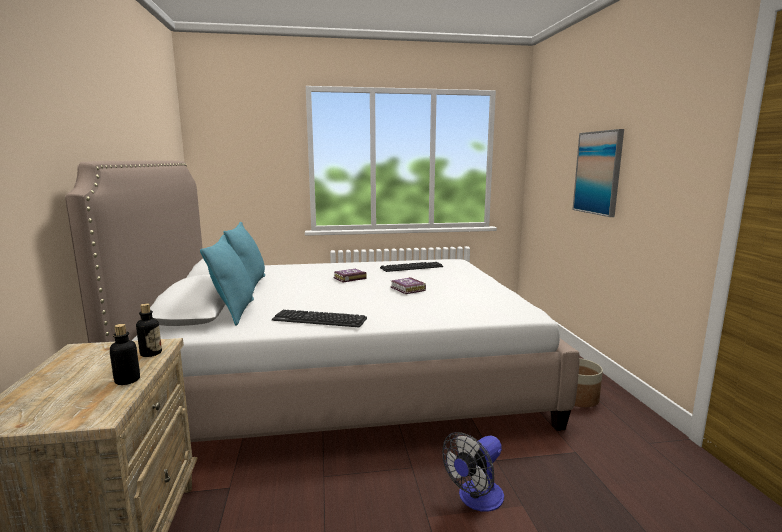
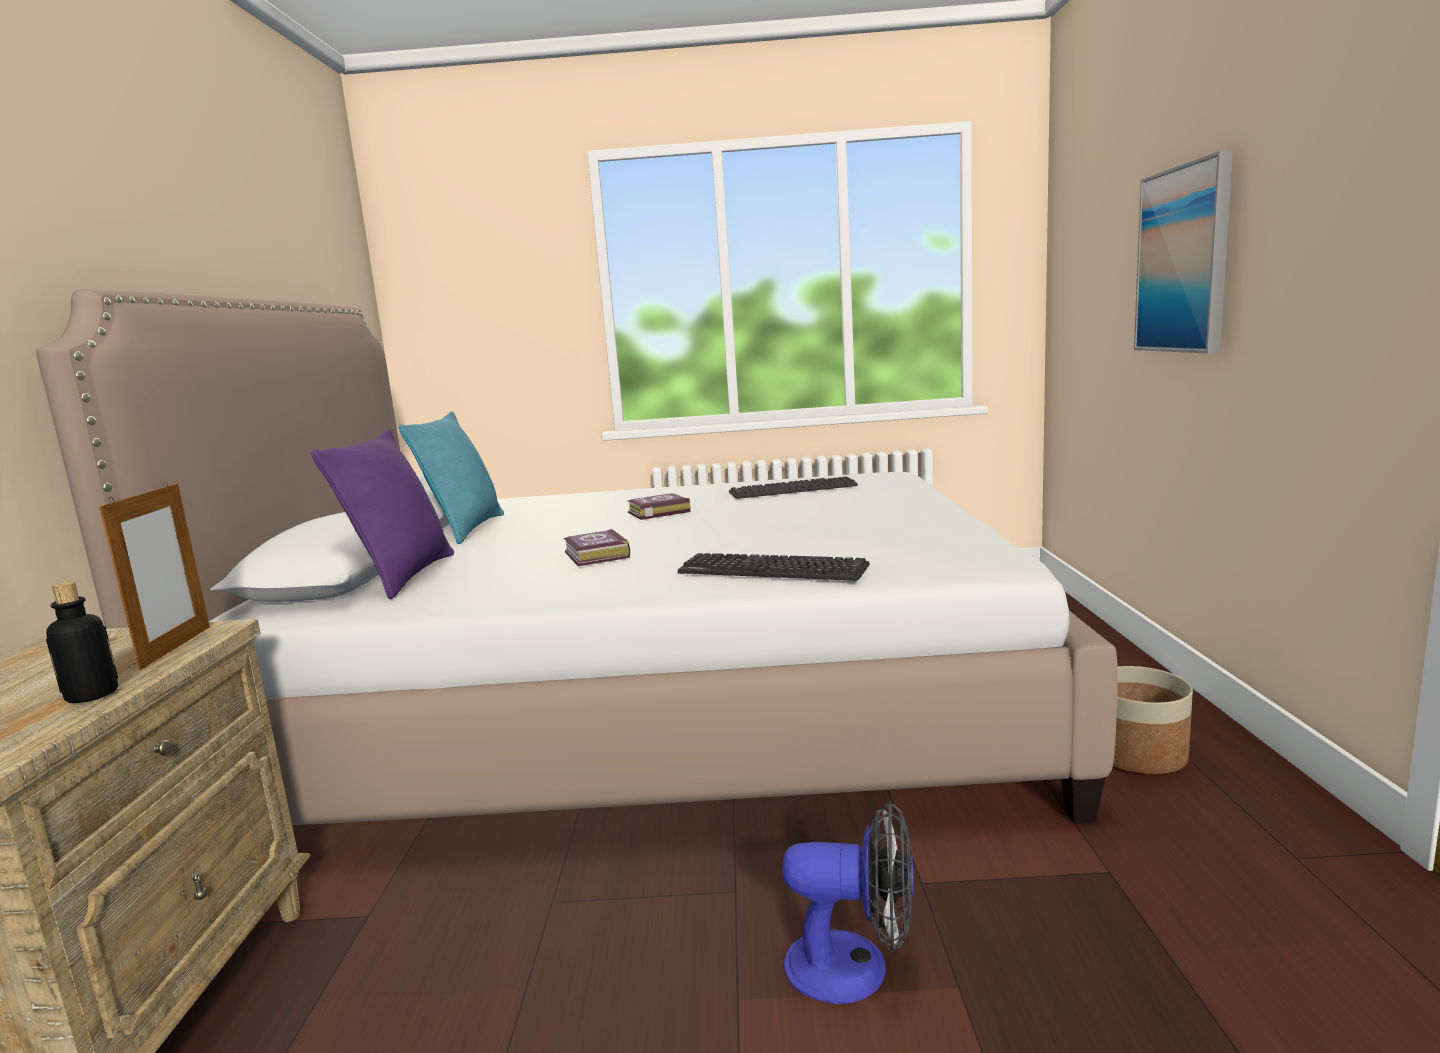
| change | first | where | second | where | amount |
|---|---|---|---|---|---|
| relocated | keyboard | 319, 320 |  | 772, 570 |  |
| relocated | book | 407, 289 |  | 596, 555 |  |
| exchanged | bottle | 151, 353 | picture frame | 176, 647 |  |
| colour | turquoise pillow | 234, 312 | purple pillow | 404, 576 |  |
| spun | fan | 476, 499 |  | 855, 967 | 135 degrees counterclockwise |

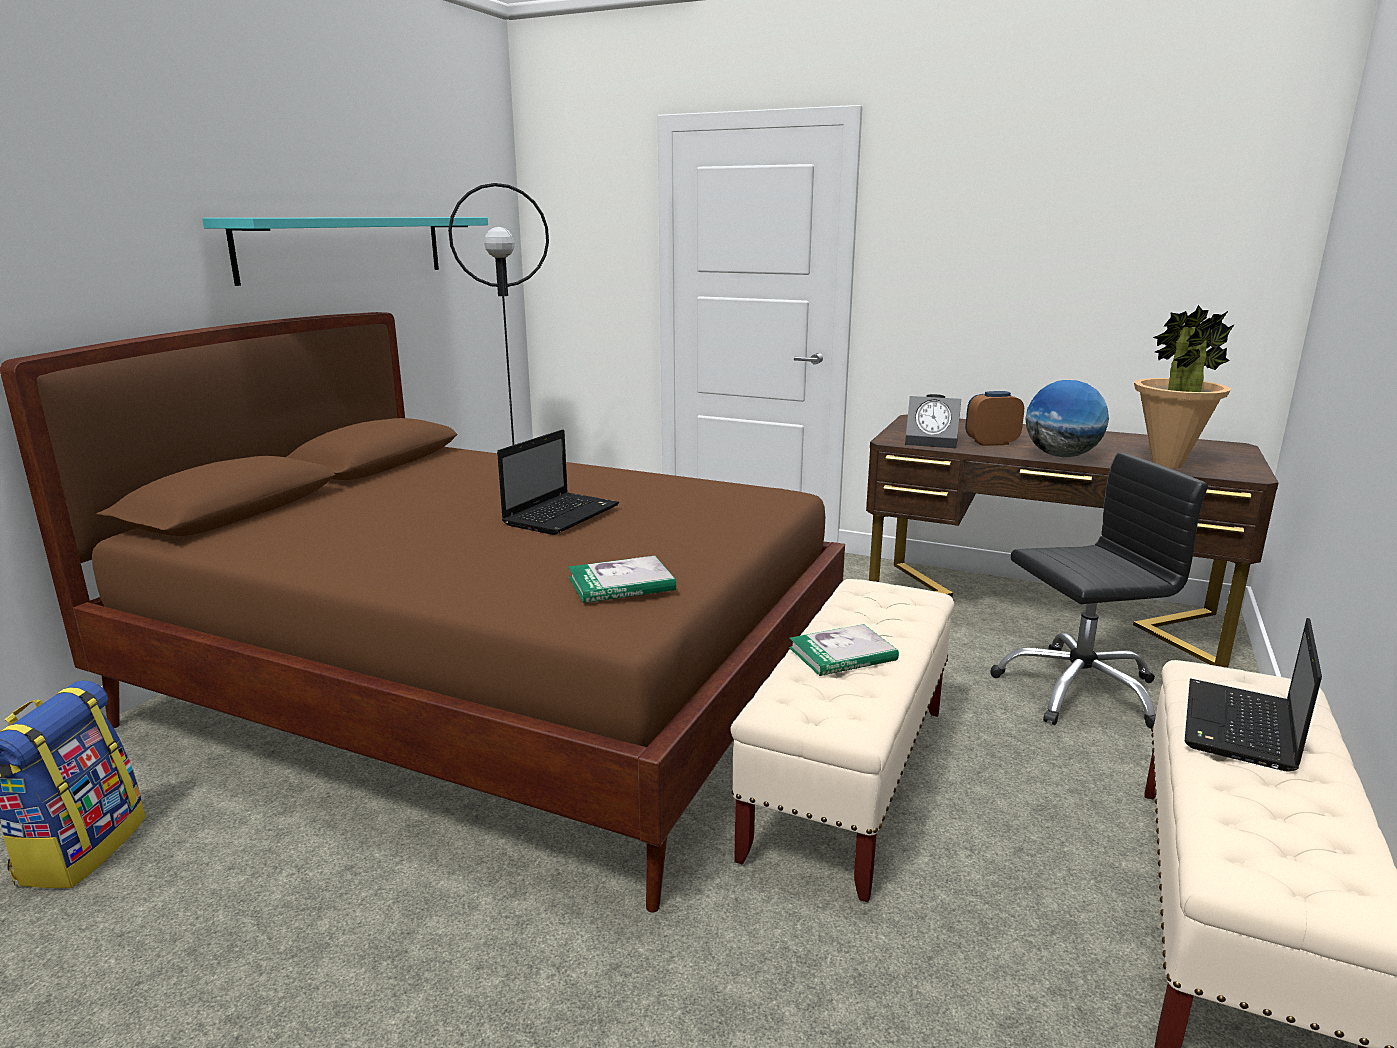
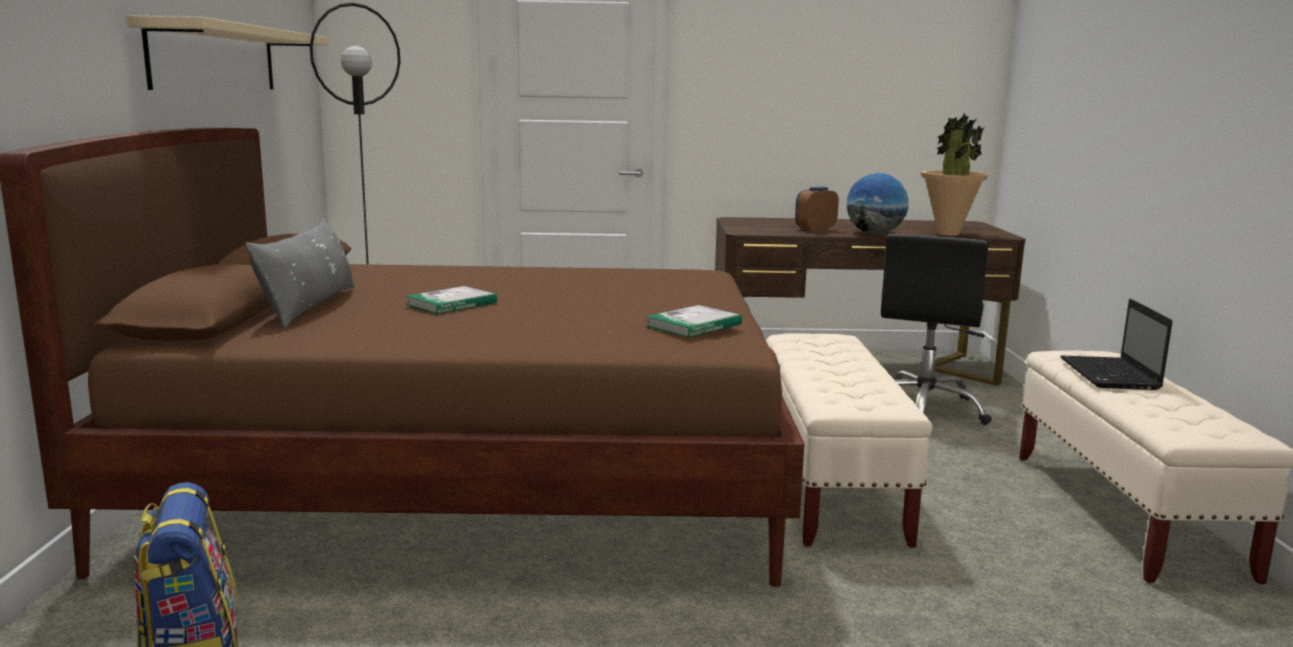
| change | first | where | second | where | amount |
|---|---|---|---|---|---|
| missing | laptop | 562, 514 |  |  |  |
| missing | alarm clock | 933, 442 |  |  |  |
| appeared |  |  | grey pillow | 310, 306 |  |
| relocated | book | 842, 654 |  | 451, 304 |  |
| colour | turquoise shelf | 345, 247 | beige shelf | 216, 58 |  |
| spun | black office chair | 1078, 690 |  | 924, 409 | 150 degrees clockwise |

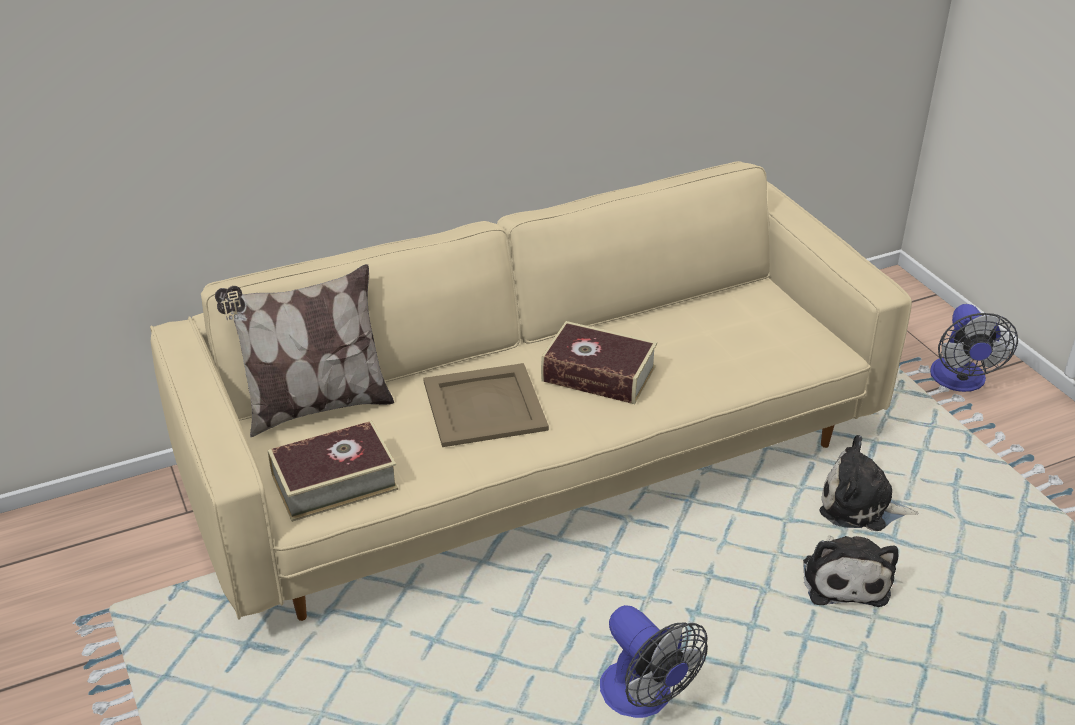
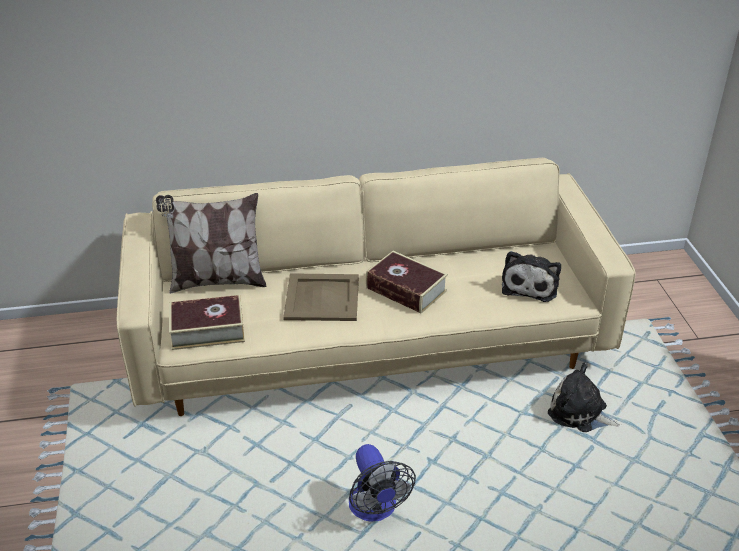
| change | first | where | second | where | amount |
|---|---|---|---|---|---|
| missing | fan | 960, 381 |  |  |  |
| relocated | plush toy | 844, 578 |  | 530, 285 |  |

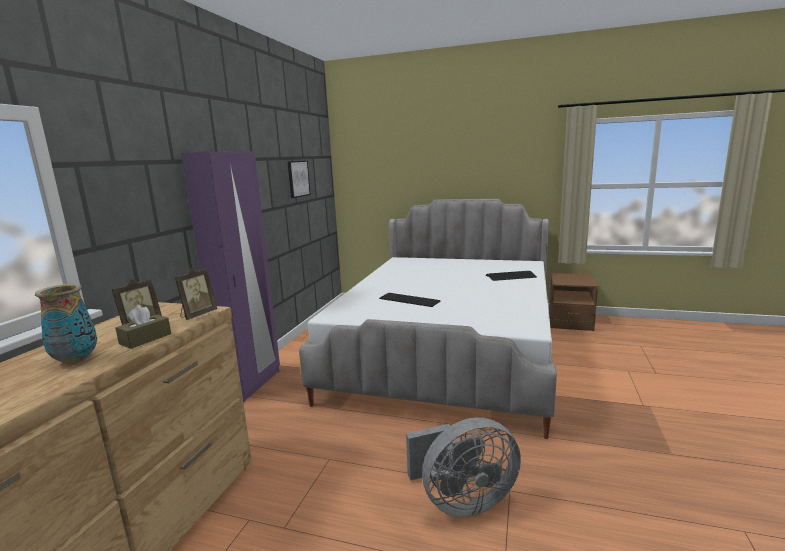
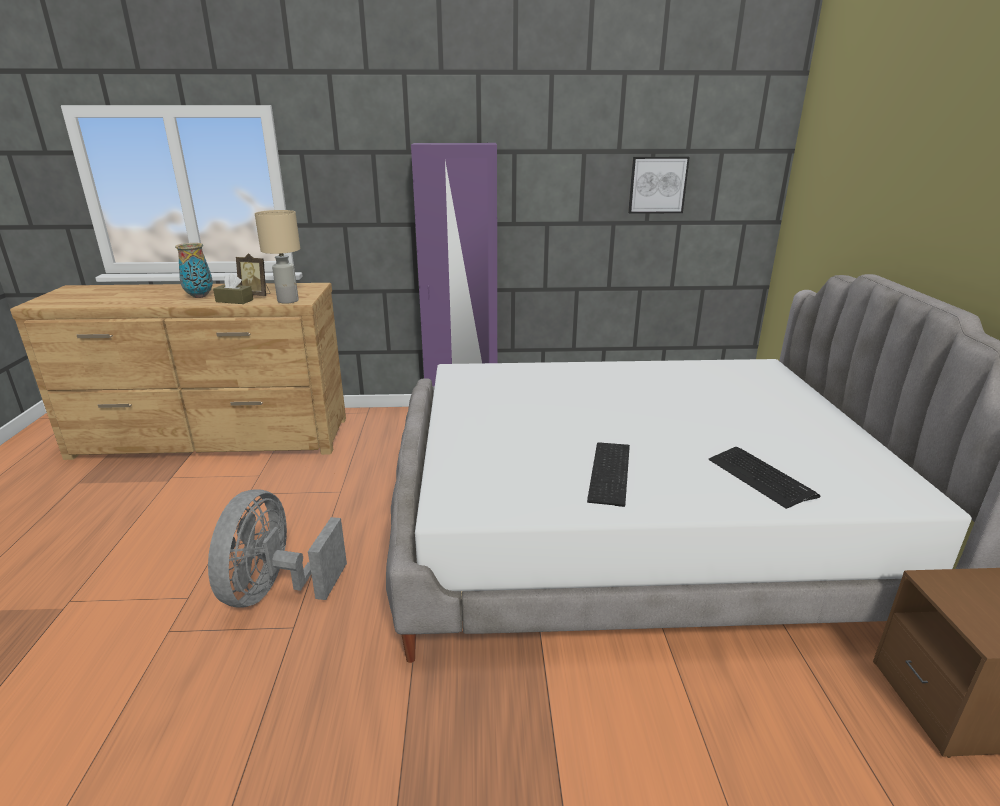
| change | first | where | second | where | amount |
|---|---|---|---|---|---|
| relocated | keyboard | 410, 299 |  | 612, 473 |  |
| exchanged | picture frame | 197, 315 | beige table lamp | 288, 301 |  |
| spun | grey fan | 462, 501 |  | 276, 590 | 45 degrees clockwise |

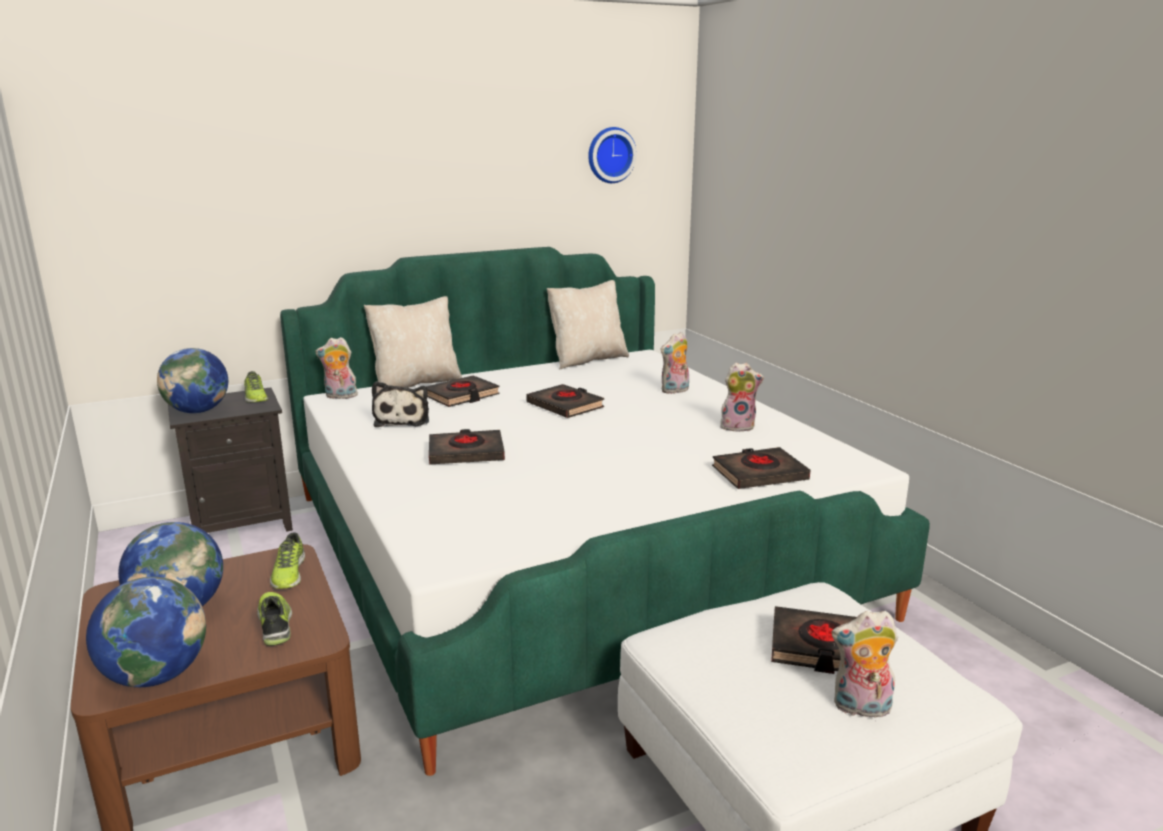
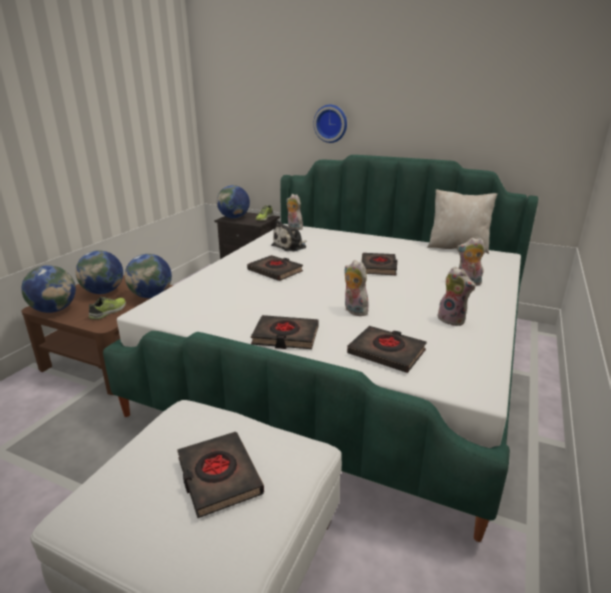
| change | first | where | second | where | amount |
|---|---|---|---|---|---|
| missing | beige pillow | 416, 383 |  |  |  |
| relocated | black book | 461, 396 |  | 285, 336 |  |
| relocated | wall clock | 610, 155 |  | 331, 123 |  |
| relocated | plush toy | 860, 708 |  | 353, 311 |  |
| exchanged | shoe | 288, 573 | globe | 151, 296 |  |

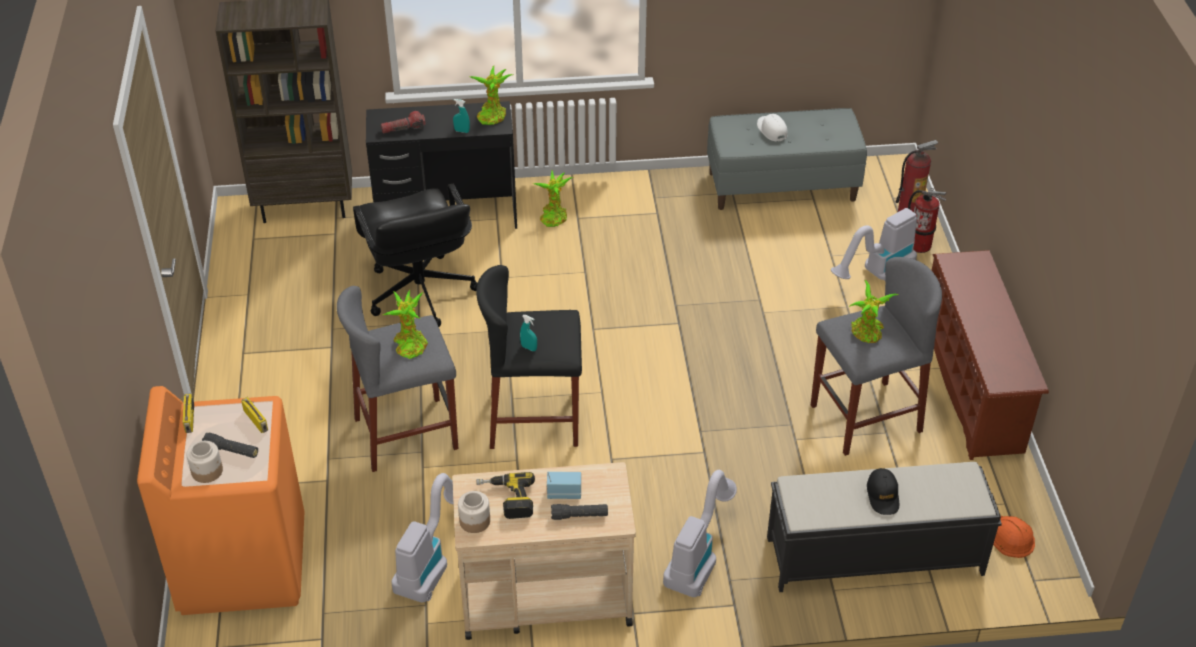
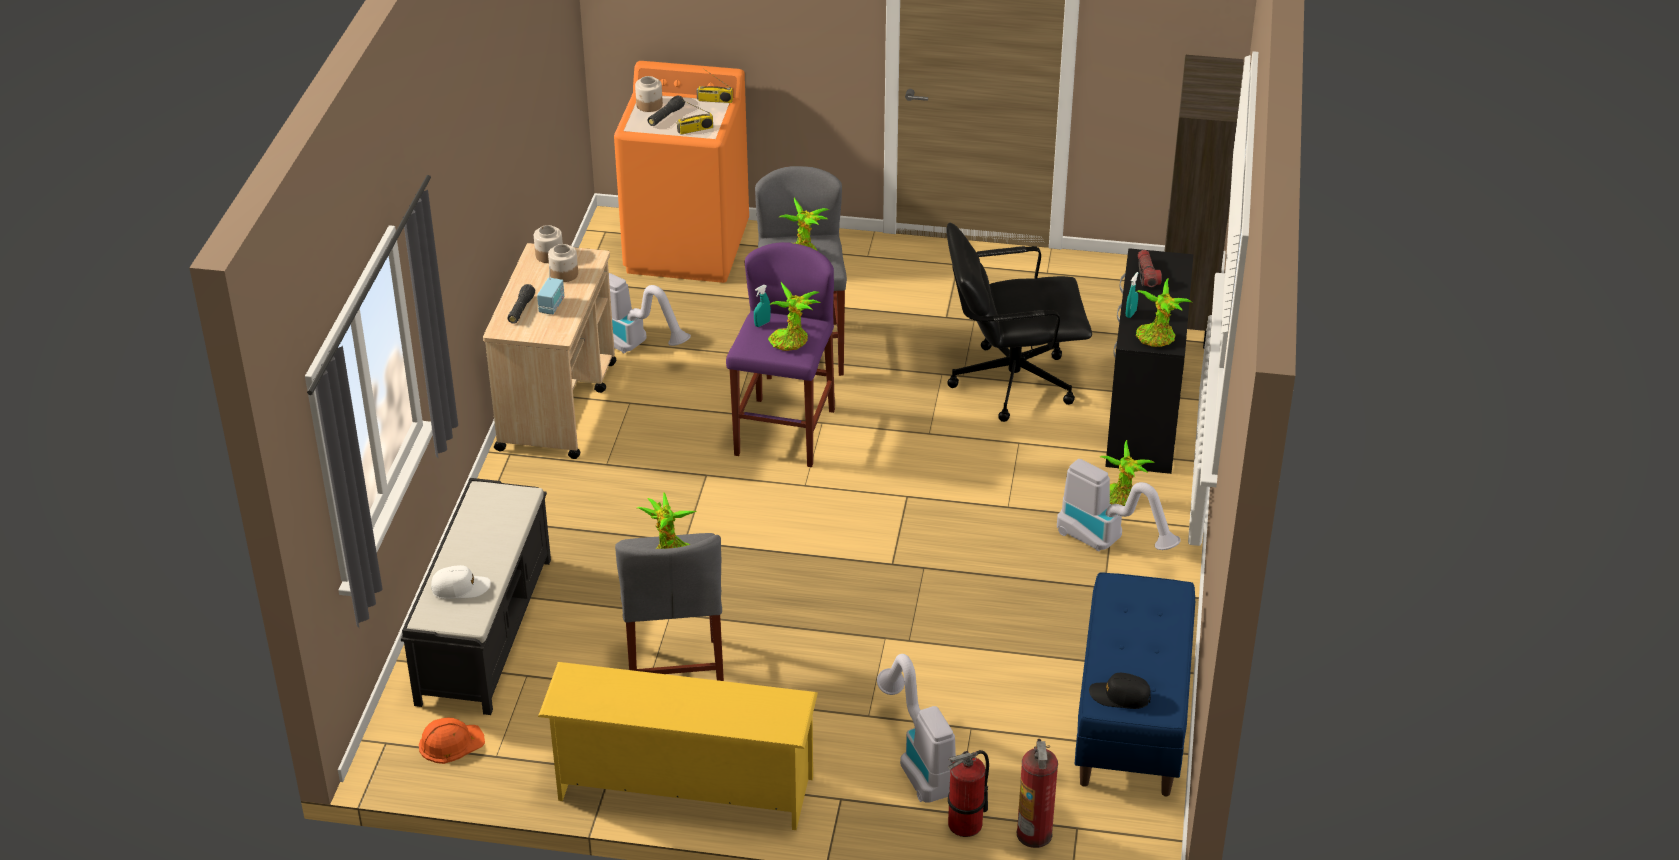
| change | first | where | second | where | amount |
|---|---|---|---|---|---|
| appeared |  |  | potted plant | 791, 341 |  |
| relocated | vacuum cleaner | 698, 557 |  | 1108, 543 |  |
| relocated | white cap | 771, 130 |  | 460, 588 |  |
| relocated | black cap | 883, 496 |  | 1120, 696 |  |
| exchanged | power drill | 506, 499 | jar | 563, 274 |  |
| colour | black stool | 534, 420 | purple stool | 784, 432 |  |
| colour | grey bench | 782, 186 | blue bench | 1132, 718 |  |
| colour | brown shoe rack | 973, 387 | yellow shoe rack | 682, 790 |  |

